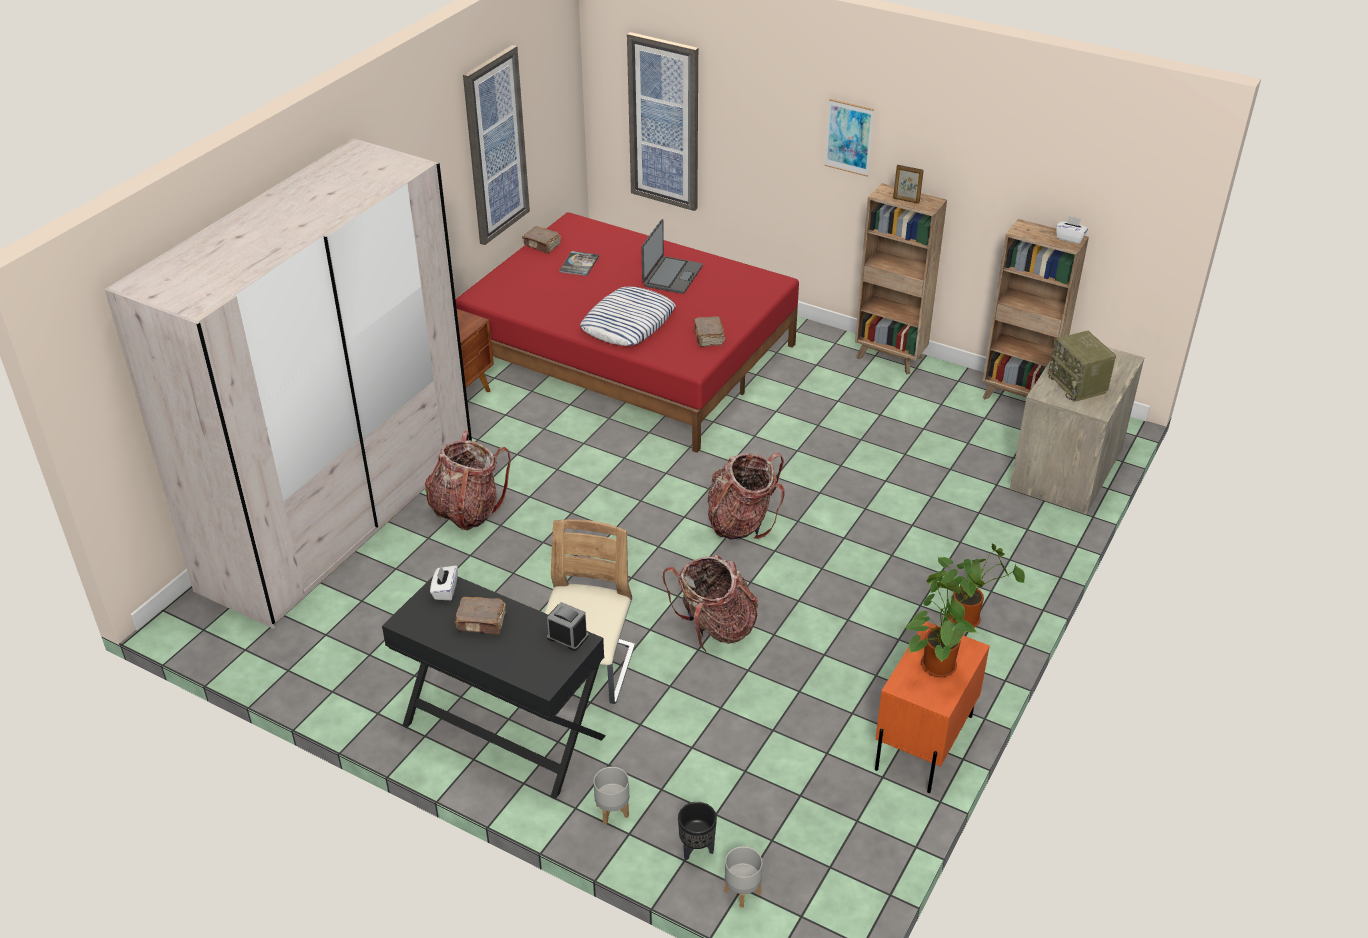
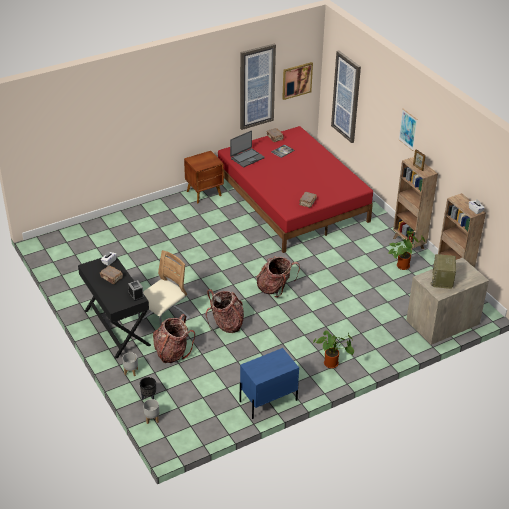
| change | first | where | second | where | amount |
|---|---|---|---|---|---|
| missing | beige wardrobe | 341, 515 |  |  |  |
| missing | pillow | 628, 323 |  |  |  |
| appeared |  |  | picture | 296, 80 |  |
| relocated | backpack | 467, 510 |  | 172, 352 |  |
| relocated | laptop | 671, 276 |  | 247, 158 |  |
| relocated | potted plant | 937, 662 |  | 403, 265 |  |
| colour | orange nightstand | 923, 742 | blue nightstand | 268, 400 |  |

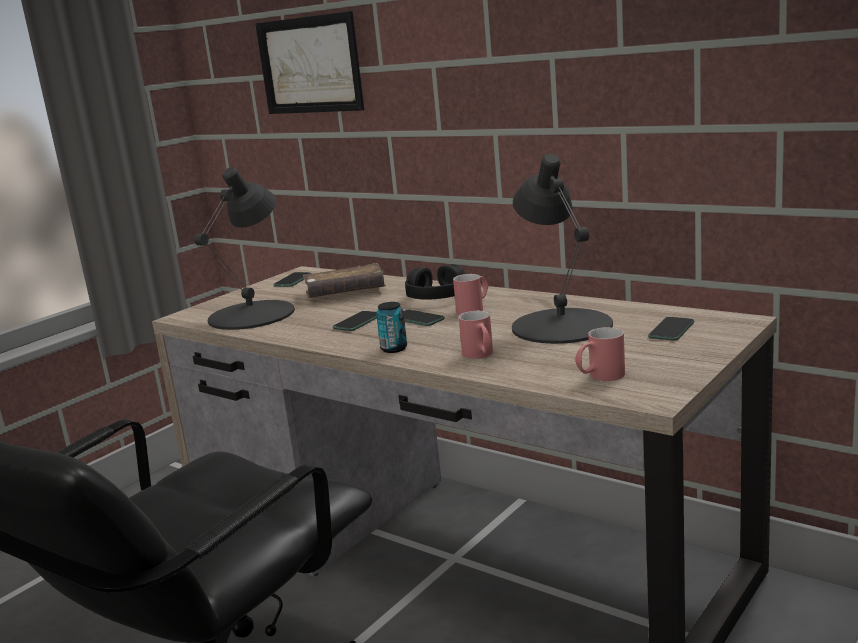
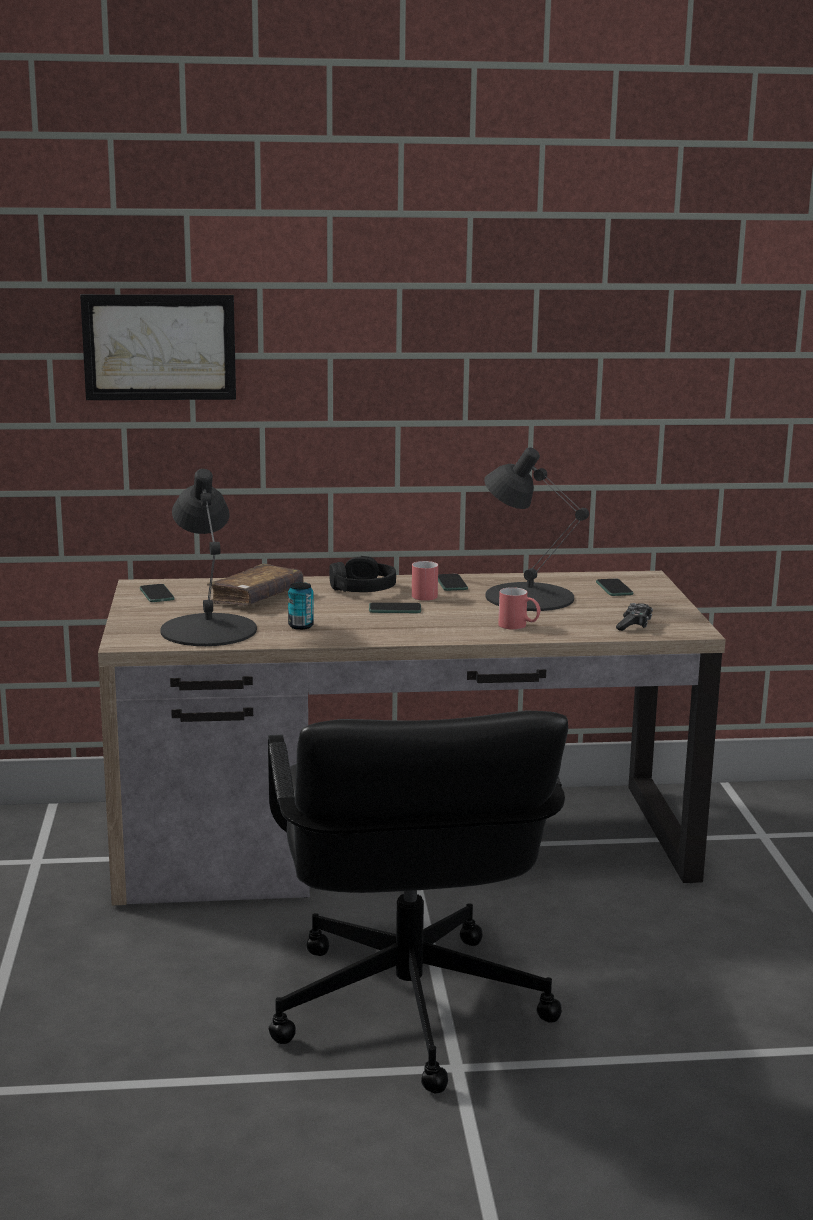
| change | first | where | second | where | amount |
|---|---|---|---|---|---|
| relocated | phone | 358, 322 |  | 451, 583 |  |
| relocated | can | 394, 349 |  | 300, 626 |  |
| exchanged | red mug | 600, 377 | game controller | 634, 625 |  |

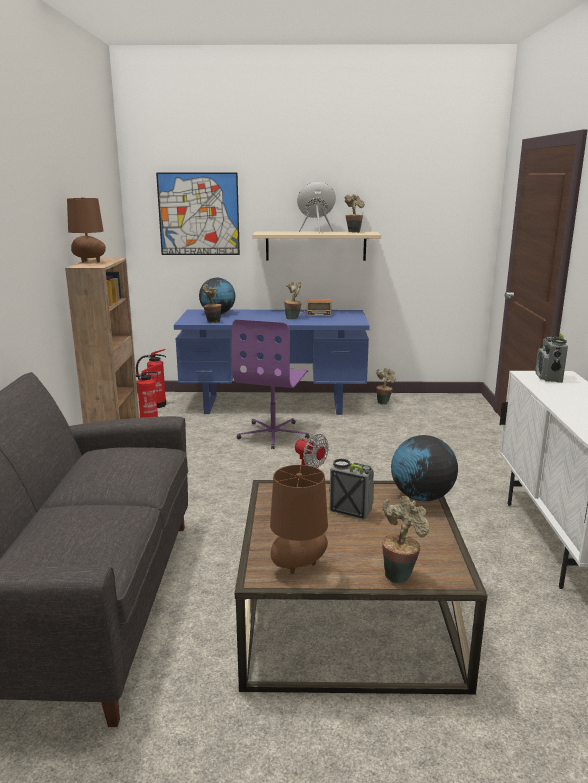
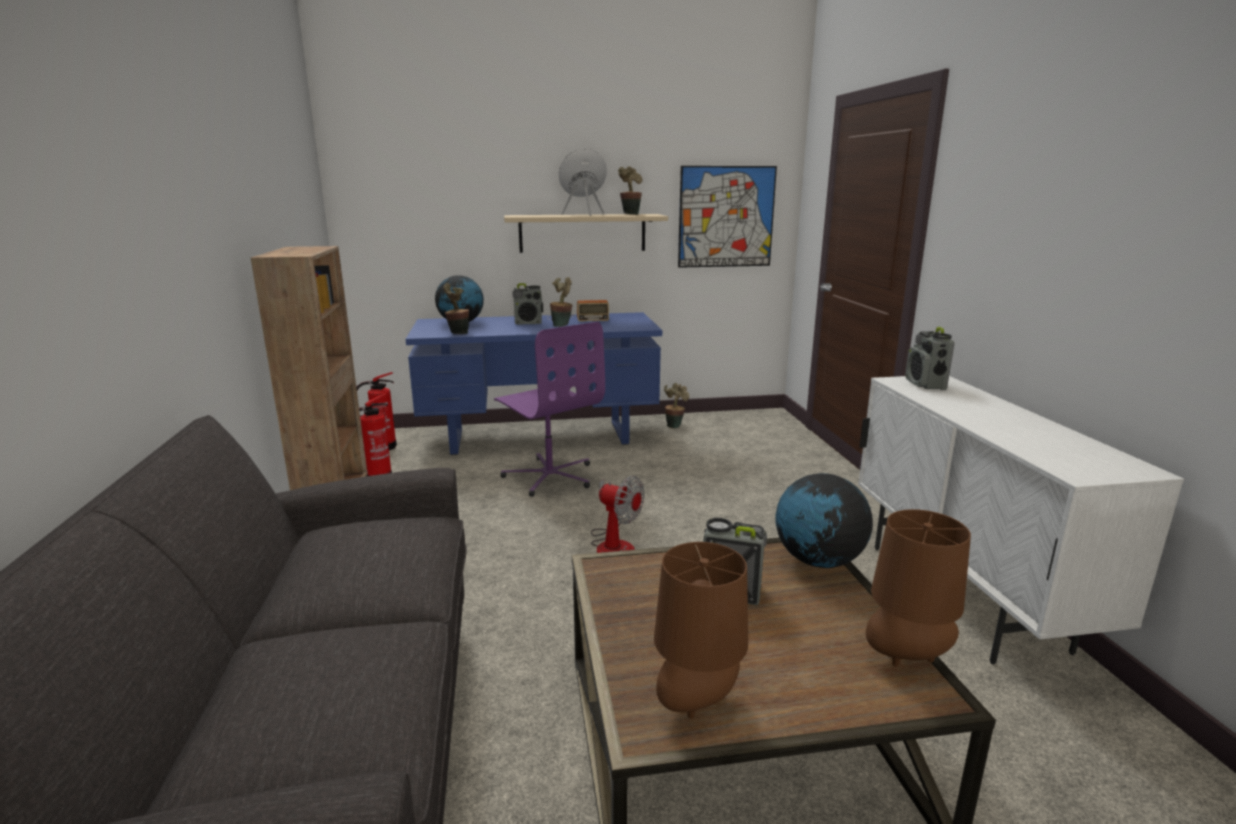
| change | first | where | second | where | amount |
|---|---|---|---|---|---|
| missing | potted plant | 400, 574 |  |  |  |
| appeared |  |  | radio | 528, 323 |  |
| relocated | brown table lamp | 89, 261 |  | 906, 661 |  |
| relocated | picture | 198, 214 |  | 726, 217 |  |
| spun | purple office chair | 274, 434 |  | 550, 476 | 45 degrees counterclockwise |

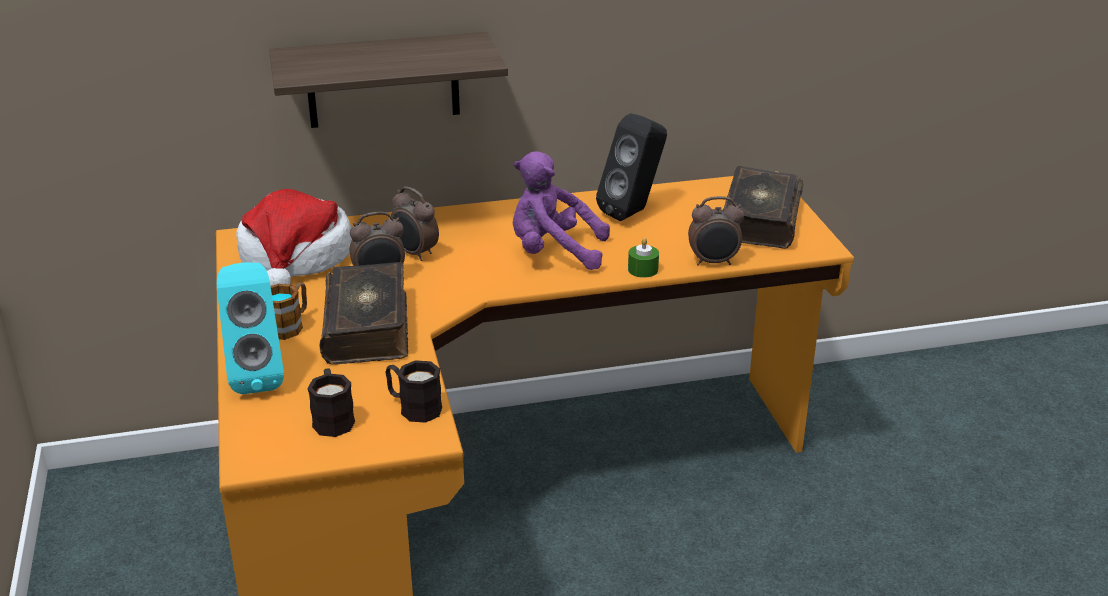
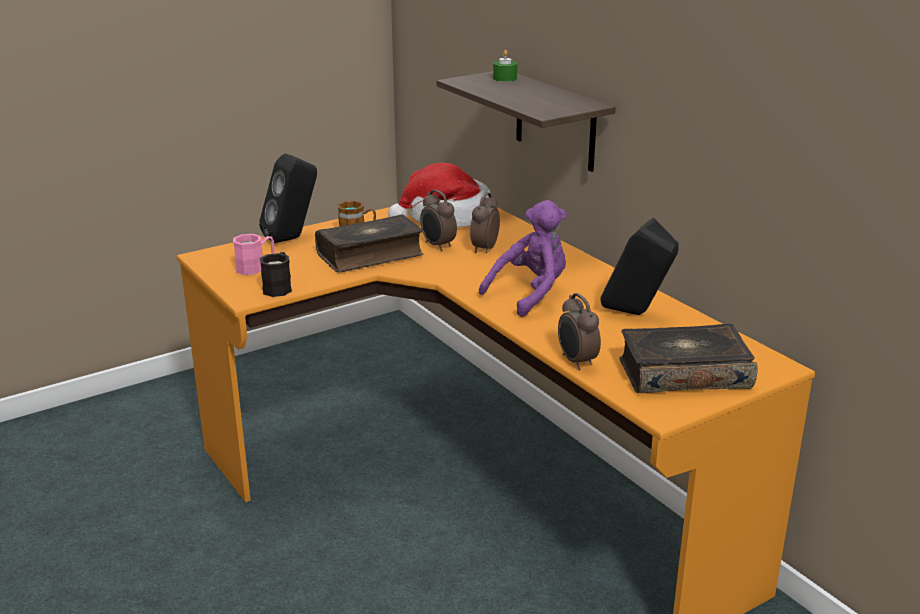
| change | first | where | second | where | amount |
|---|---|---|---|---|---|
| relocated | green candle | 643, 269 |  | 504, 78 |  |
| colour | turquoise speaker | 257, 376 | black speaker | 293, 238 |  |
| colour | black mug | 333, 418 | pink mug | 256, 267 |  |
| spun | purple plush toy | 554, 253 |  | 530, 294 | 60 degrees clockwise |

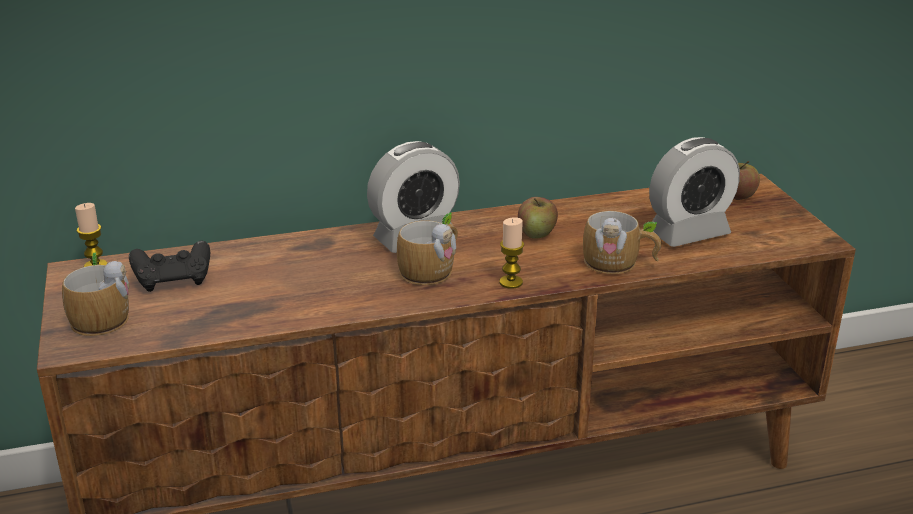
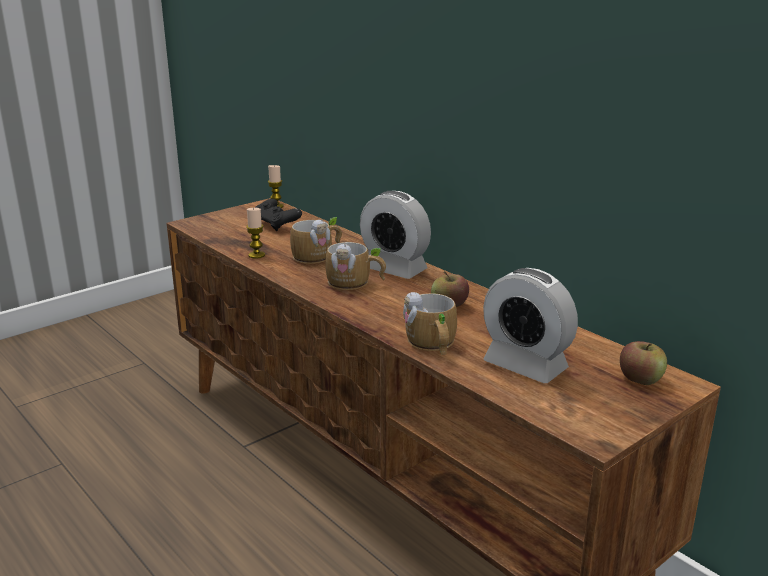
| change | first | where | second | where | amount |
|---|---|---|---|---|---|
| relocated | mug | 102, 315 |  | 318, 255 |  |
| relocated | candle | 511, 282 |  | 256, 255 |  |

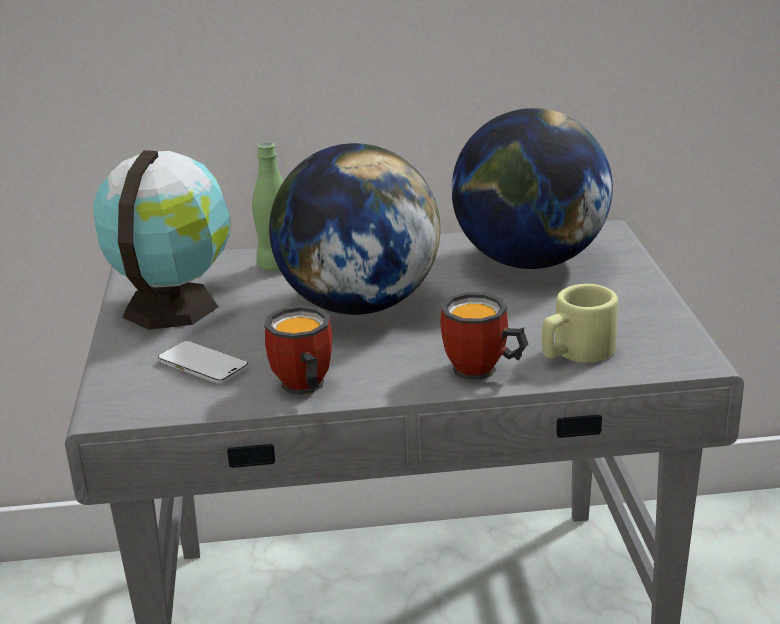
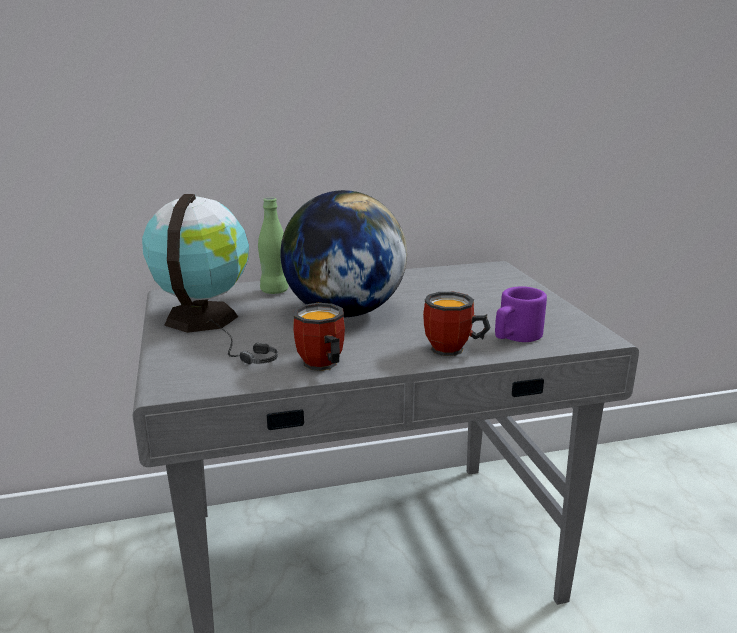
| change | first | where | second | where | amount |
|---|---|---|---|---|---|
| missing | globe | 529, 262 |  |  |  |
| exchanged | phone | 203, 365 | headphones | 237, 354 |  |
| colour | beige mug | 575, 353 | purple mug | 515, 336 |  |

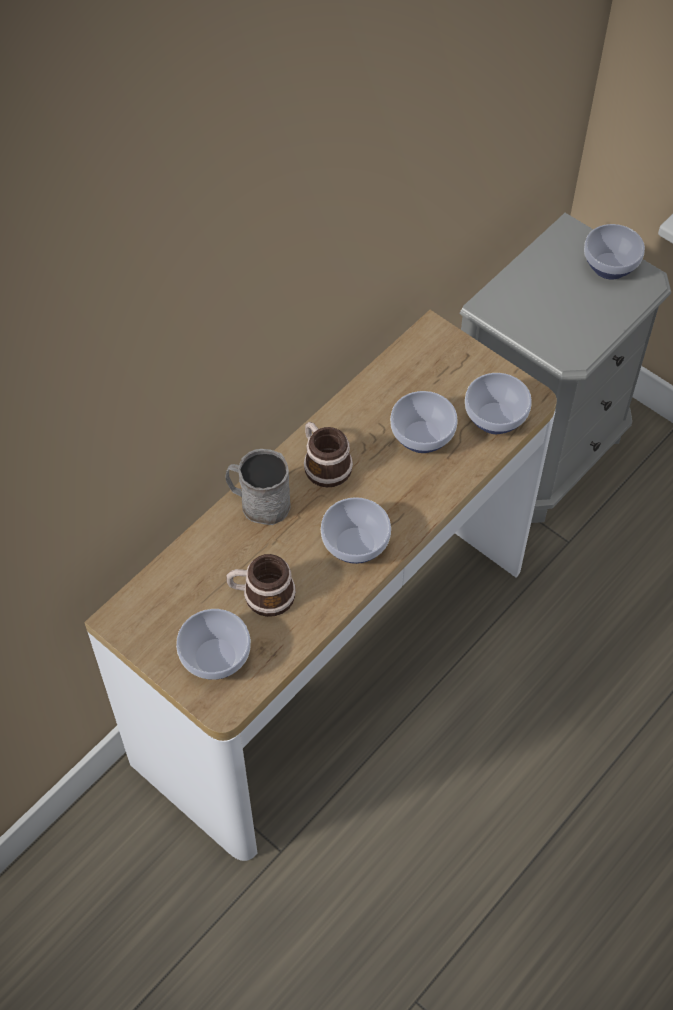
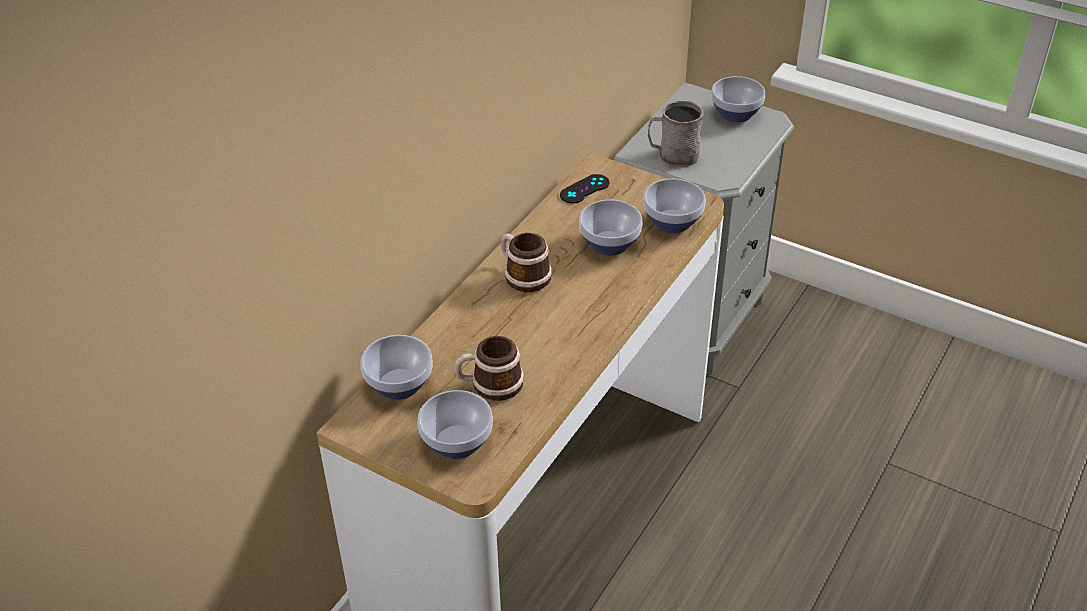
| change | first | where | second | where | amount |
|---|---|---|---|---|---|
| appeared |  |  | black game controller | 584, 189 |  |
| relocated | grey mug | 259, 503 |  | 673, 155 |  |
| relocated | bowl | 355, 543 |  | 398, 383 |  |

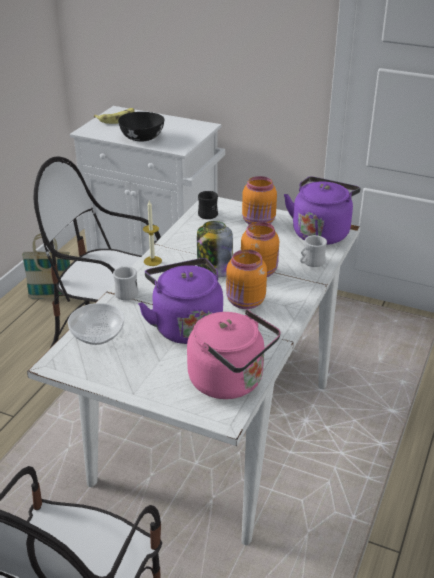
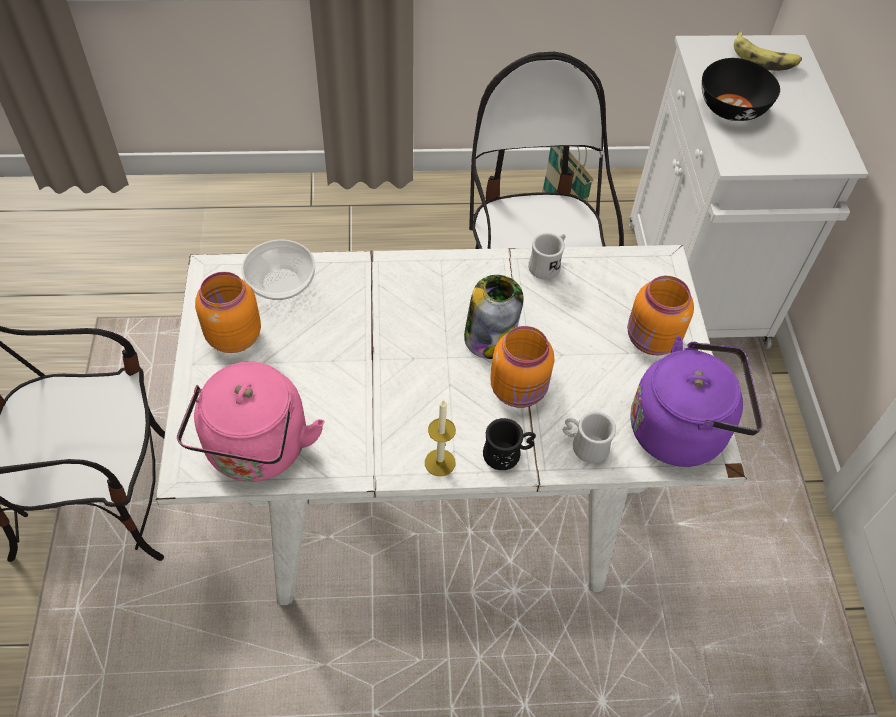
| change | first | where | second | where | amount |
|---|---|---|---|---|---|
| missing | purple kettle | 185, 325 |  |  |  |
| relocated | white mug | 125, 292 |  | 547, 265 |  |
| relocated | candle | 152, 261 |  | 440, 462 |  |
| relocated | black mug | 209, 213 |  | 507, 454 |  |
| relocated | orange jar | 245, 302 |  | 232, 337 |  |

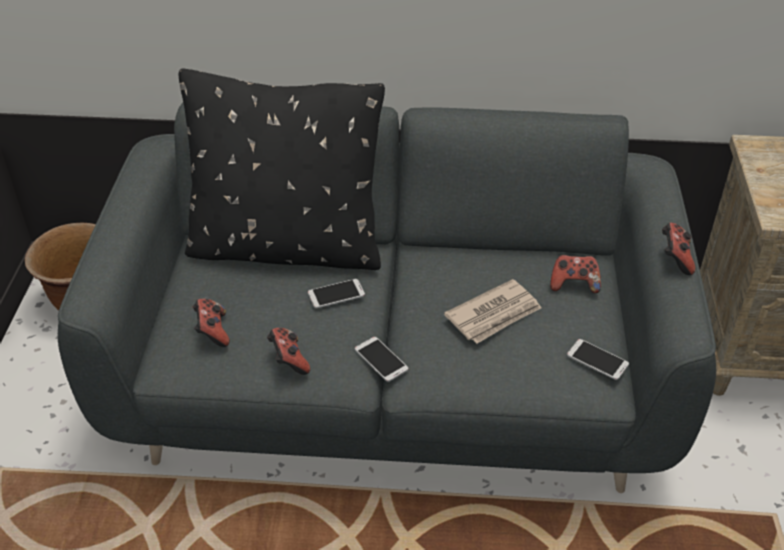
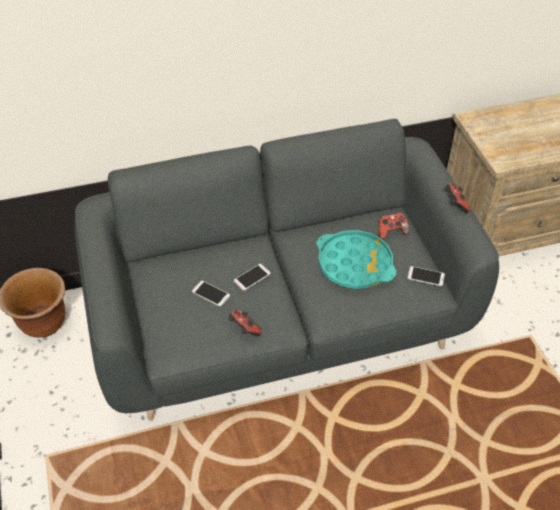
| change | first | where | second | where | amount |
|---|---|---|---|---|---|
| missing | black pillow | 286, 247 |  |  |  |
| missing | game controller | 212, 332 |  |  |  |
| relocated | phone | 381, 359 |  | 211, 293 |  |
| exchanged | newspaper | 494, 314 | turquoise tray | 354, 264 |  |

